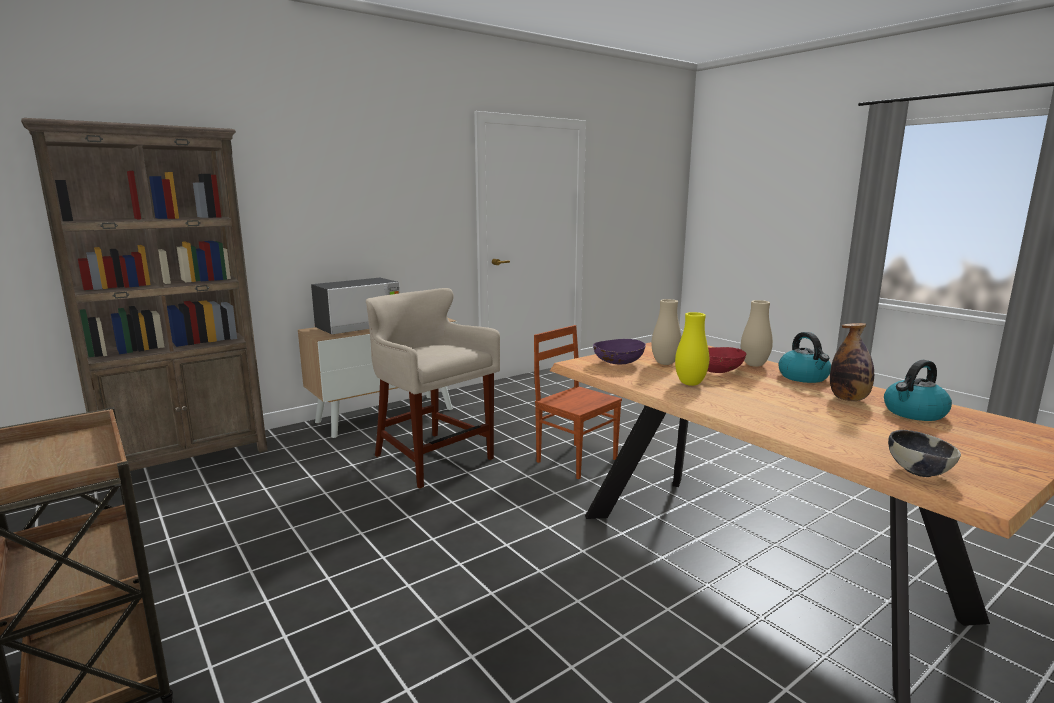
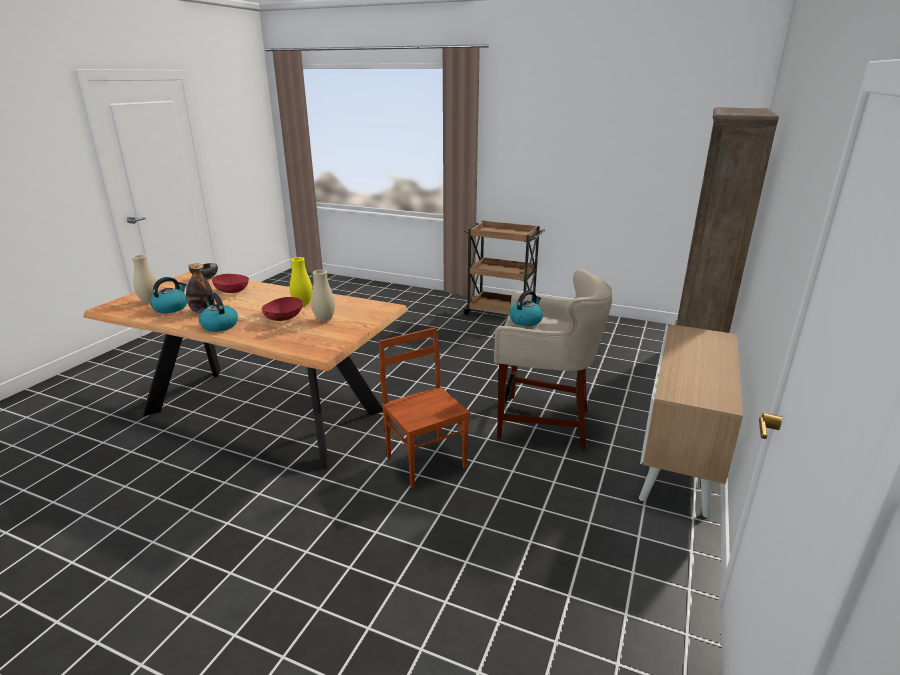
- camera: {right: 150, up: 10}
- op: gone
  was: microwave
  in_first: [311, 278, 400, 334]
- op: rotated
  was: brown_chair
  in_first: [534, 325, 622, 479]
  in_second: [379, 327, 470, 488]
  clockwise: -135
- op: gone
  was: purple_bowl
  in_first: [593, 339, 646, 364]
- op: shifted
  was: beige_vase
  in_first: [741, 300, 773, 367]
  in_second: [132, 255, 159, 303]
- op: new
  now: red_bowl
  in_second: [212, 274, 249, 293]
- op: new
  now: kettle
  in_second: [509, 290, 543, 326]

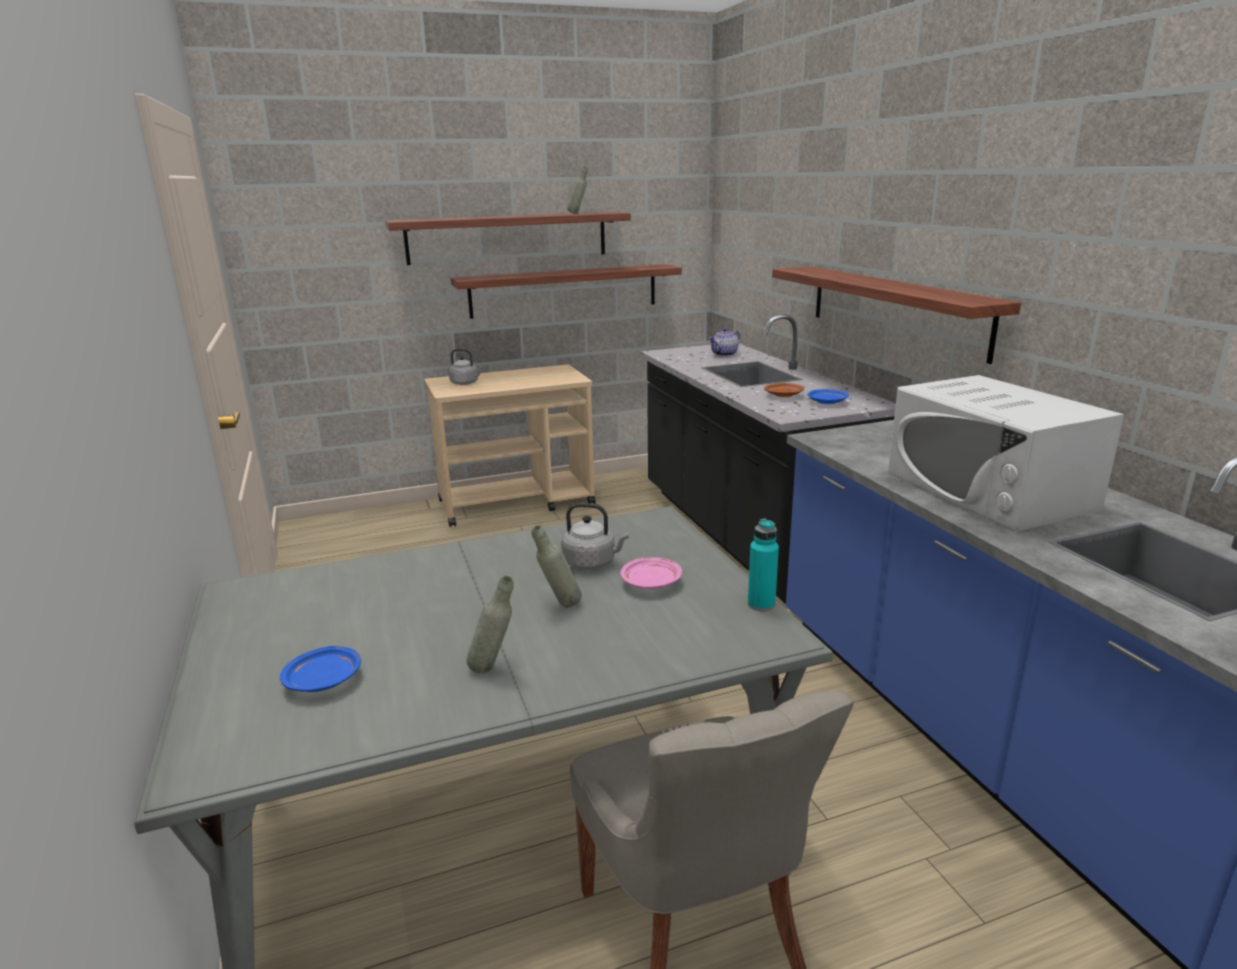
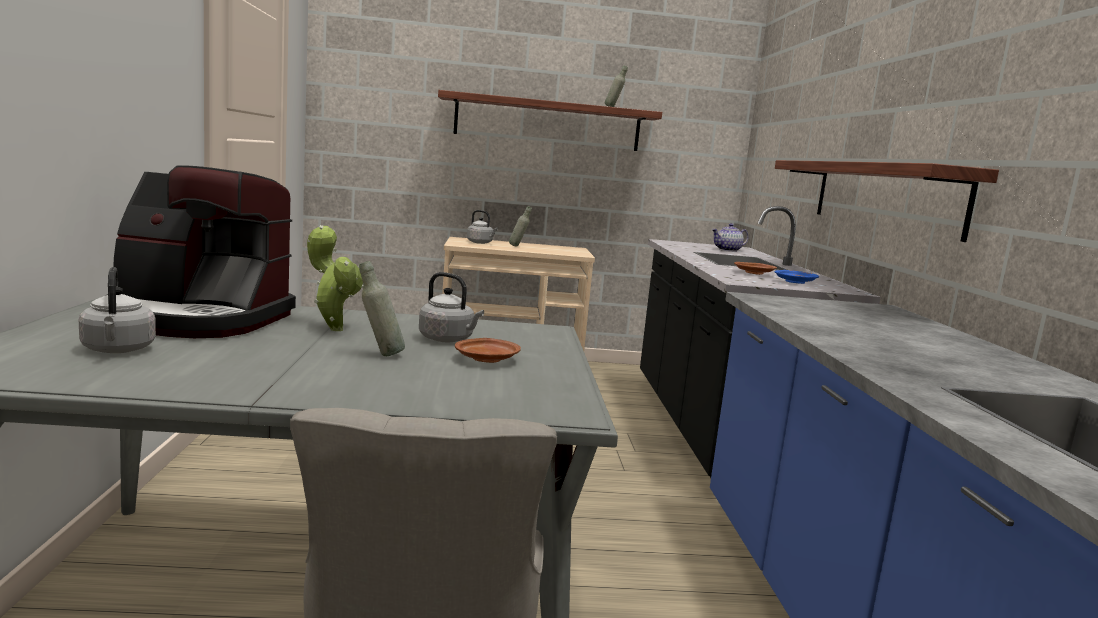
- camera: {right: 15, up: -10}
- op: swapped
  was: blue_plate
  now: grey_kettle
  in_first: [280, 646, 361, 692]
  in_second: [78, 267, 156, 353]
- op: gone
  was: shelf
  in_first: [451, 264, 682, 319]
- op: shifted
  was: grey_bottle
  in_first: [466, 576, 514, 674]
  in_second: [509, 206, 532, 247]
- op: repainted
  was: pink_plate
  now: brown_plate
  in_first: [620, 557, 682, 589]
  in_second: [455, 338, 521, 363]
- op: gone
  was: turquoise_bottle
  in_first: [748, 519, 779, 611]
- op: gone
  was: white_microwave
  in_first: [888, 375, 1124, 532]
- op: new
  now: coffee_machine
  in_second: [107, 165, 296, 338]
- op: new
  now: potted_plant
  in_second: [307, 225, 364, 331]

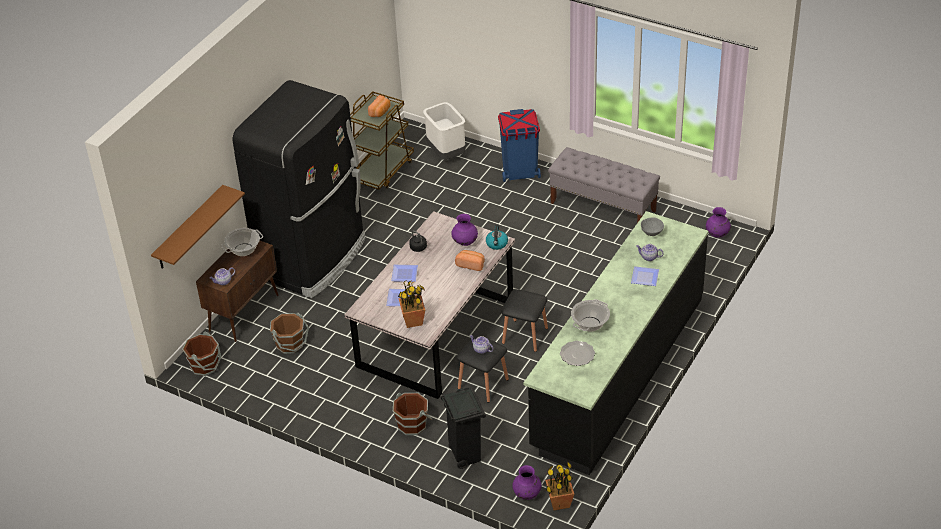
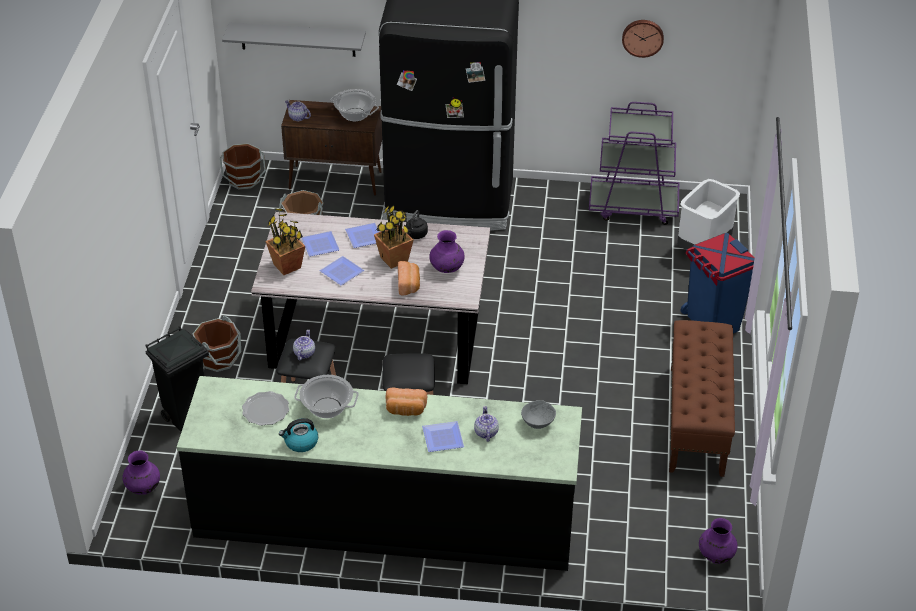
- camera: {right: 65, up: 0}
- op: repainted
  was: brown_shelf
  now: grey_shelf
  in_first: [151, 185, 245, 269]
  in_second: [222, 22, 366, 57]
- op: repainted
  was: brown_cart
  now: purple_cart
  in_first: [350, 91, 414, 190]
  in_second: [589, 102, 679, 225]
- op: shifted
  was: bread
  in_first: [368, 95, 391, 117]
  in_second: [386, 388, 427, 416]
- op: shifted
  was: kettle
  in_first: [486, 225, 508, 250]
  in_second: [279, 418, 318, 452]
- op: shifted
  was: potted_plant
  in_first: [545, 462, 574, 510]
  in_second: [374, 205, 414, 269]
- op: repainted
  was: grey_bench
  now: brown_bench
  in_first: [548, 147, 660, 223]
  in_second: [669, 320, 735, 477]
- op: new
  now: plate
  in_second: [320, 256, 364, 285]
- op: new
  now: wall_clock
  in_second: [622, 20, 664, 58]

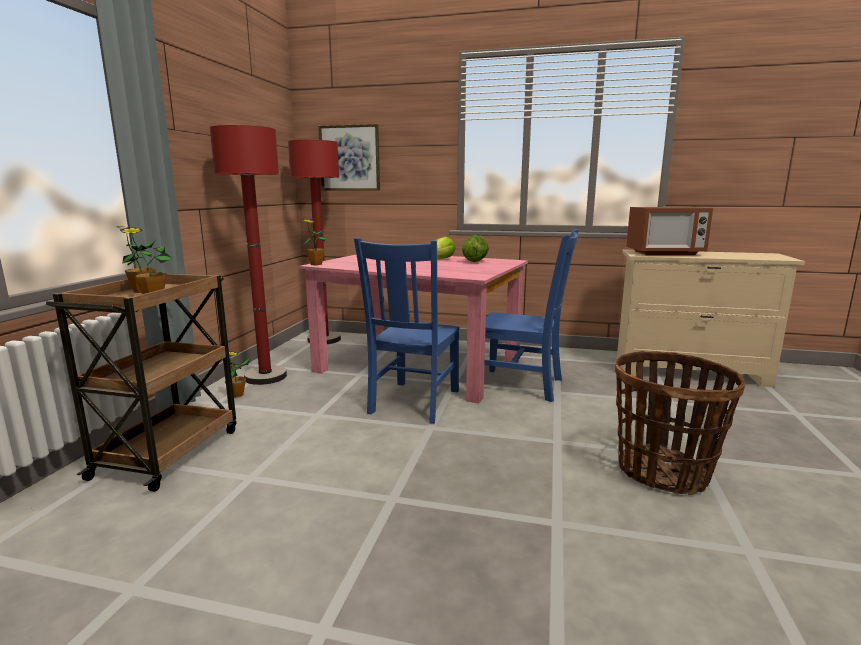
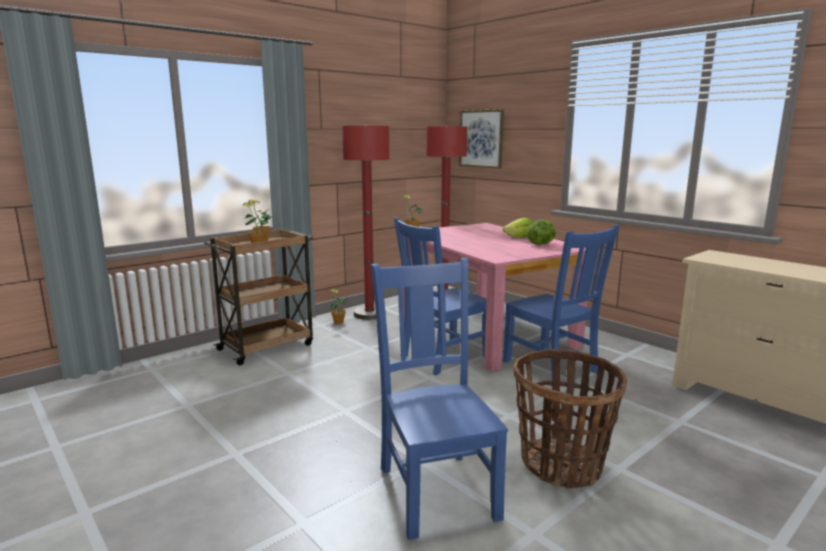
- camera: {right: 35, up: 0}
- op: gone
  was: microwave
  in_first: [626, 207, 713, 255]
- op: new
  now: blue_chair
  in_second: [371, 258, 508, 540]

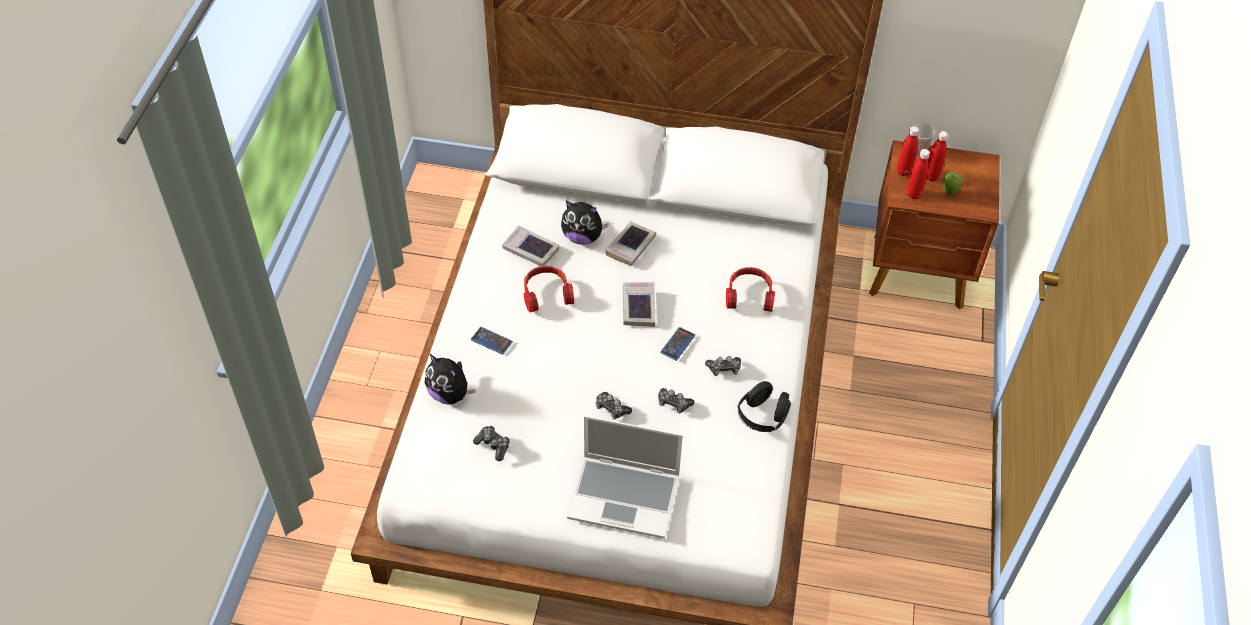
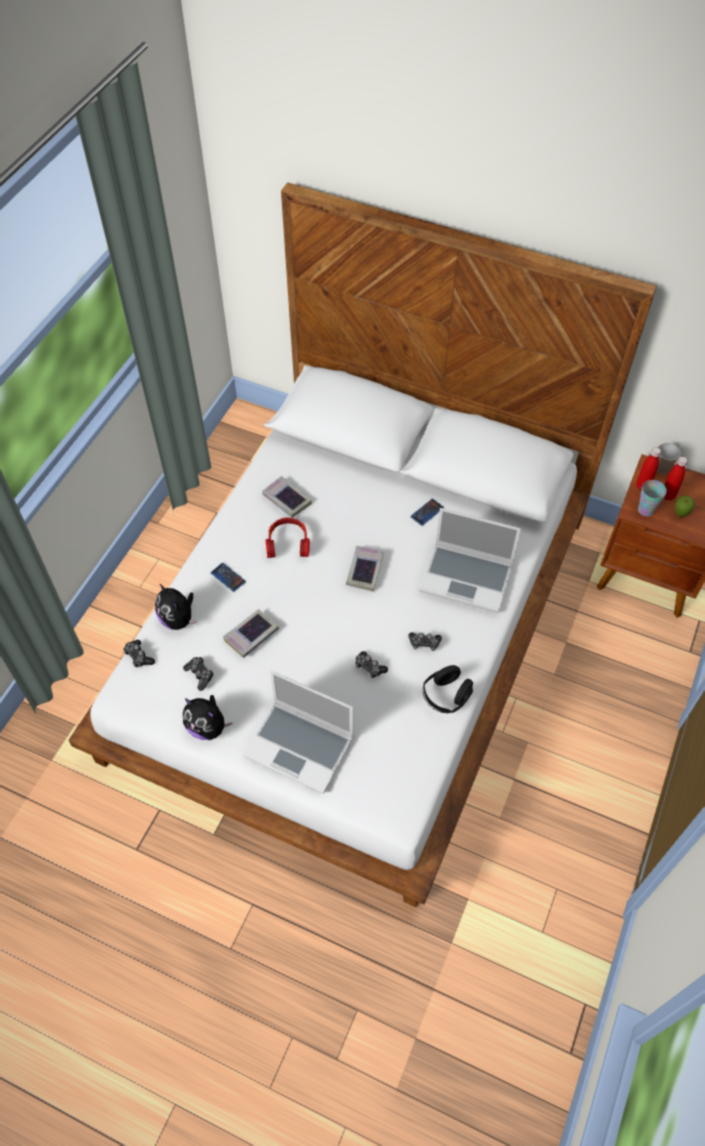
- camera: {right: 15, up: 5}
- op: shifted
  was: plush_toy
  in_first: [561, 201, 609, 245]
  in_second: [183, 695, 232, 740]
- op: shifted
  was: game_controller
  in_first: [596, 392, 632, 420]
  in_second: [123, 640, 155, 667]
- op: shifted
  was: book
  in_first: [606, 221, 656, 266]
  in_second: [223, 609, 279, 658]
- op: shifted
  was: phone
  in_first: [660, 327, 695, 361]
  in_second: [410, 499, 444, 526]
- op: swapped
  was: headphones
  now: laptop
  in_first: [726, 267, 775, 312]
  in_second: [420, 508, 521, 613]
- op: swapped
  was: red_bottle
  now: cup
  in_first: [907, 149, 930, 199]
  in_second: [638, 480, 667, 516]

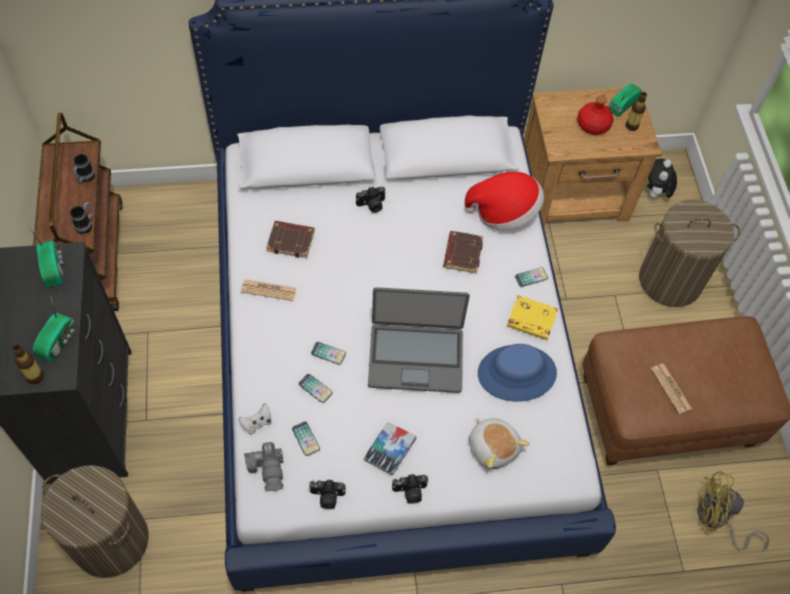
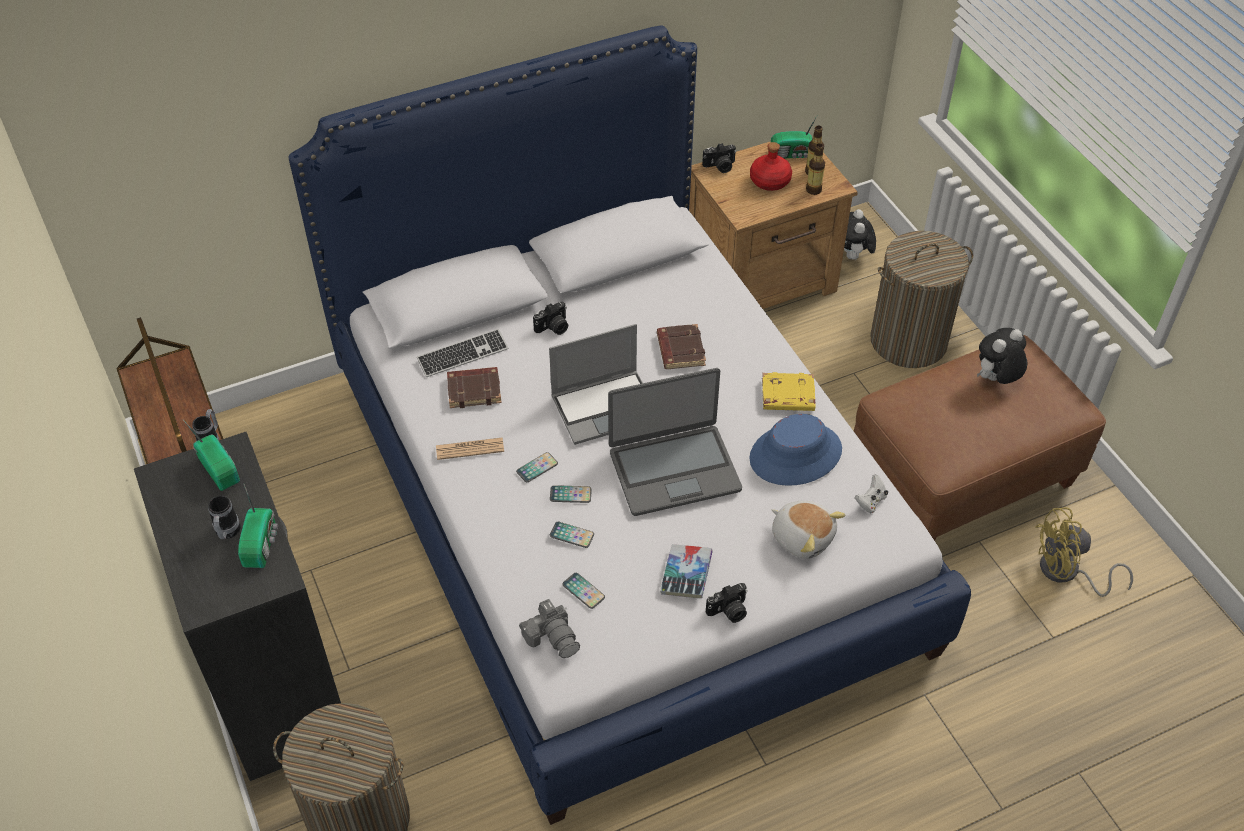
- camera: {right: -15, up: -10}
- op: shifted
  was: bottle
  in_first: [12, 344, 44, 384]
  in_second: [806, 143, 825, 195]
- op: shifted
  was: mug
  in_first: [73, 154, 95, 182]
  in_second: [208, 495, 241, 539]
- op: shifted
  was: white_game_controller
  in_first: [239, 403, 271, 434]
  in_second: [855, 474, 888, 513]
- op: shifted
  was: photo_camera
  in_first: [309, 479, 346, 509]
  in_second: [702, 143, 736, 173]
- op: gone
  was: hat
  in_first: [464, 171, 544, 230]
- op: shifted
  was: phone
  in_first: [515, 267, 548, 287]
  in_second: [516, 452, 558, 482]
- op: rotated
  was: radio
  in_first: [609, 84, 642, 117]
  in_second: [771, 115, 818, 158]
  clockwise: -120
- op: gone
  was: newspaper
  in_first: [651, 364, 692, 414]
- op: new
  now: keyboard
  in_second: [417, 329, 508, 377]
- op: new
  now: laptop
  in_second: [549, 324, 643, 445]
- op: new
  now: plush_toy
  in_second: [977, 328, 1028, 384]

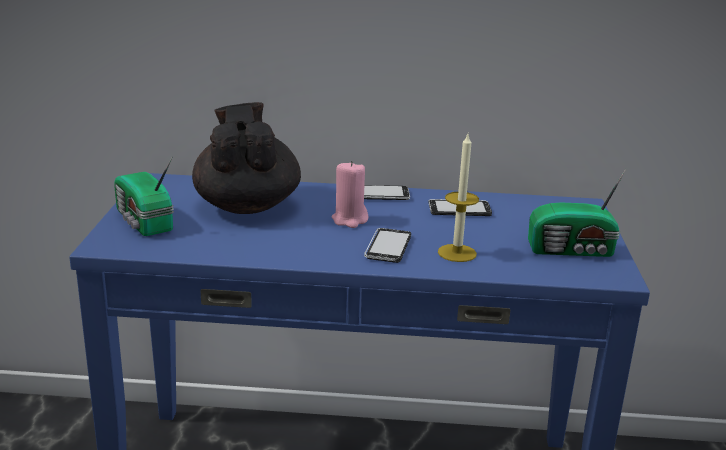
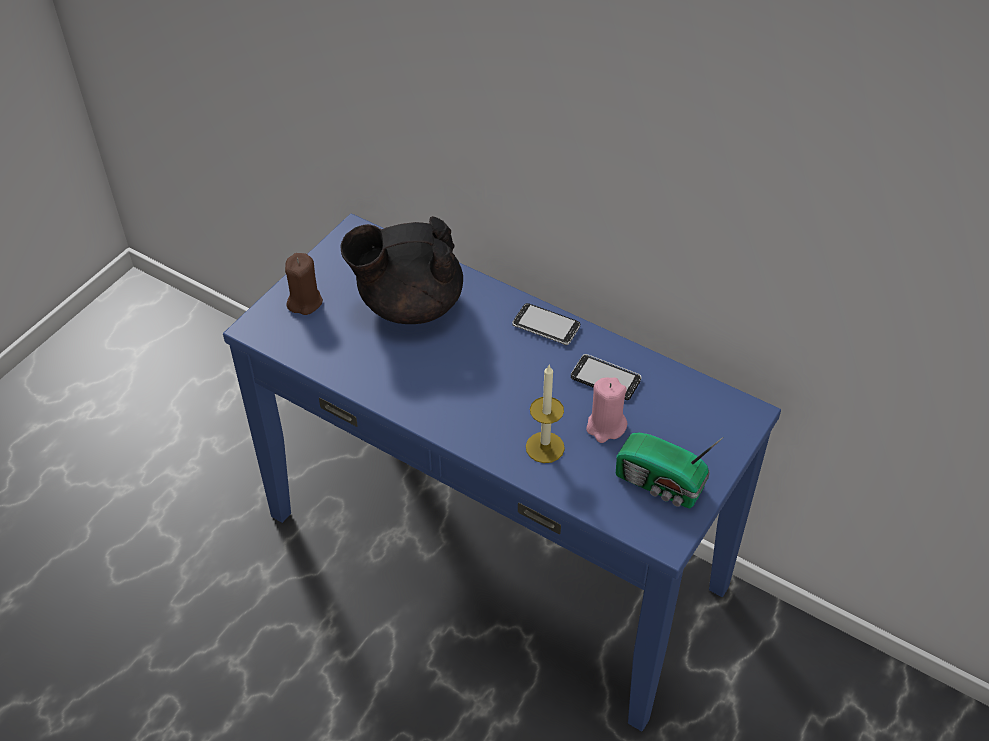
- camera: {right: 30, up: 25}
- op: swapped
  was: radio
  now: brown_candle
  in_first: [114, 157, 174, 236]
  in_second: [285, 253, 323, 315]
- op: rotated
  was: black_teapot
  in_first: [192, 102, 301, 214]
  in_second: [340, 216, 463, 324]
  clockwise: -120
- op: shifted
  was: pink_candle
  in_first: [332, 161, 368, 228]
  in_second: [586, 377, 627, 443]
- op: gone
  was: phone
  in_first: [364, 228, 411, 263]

